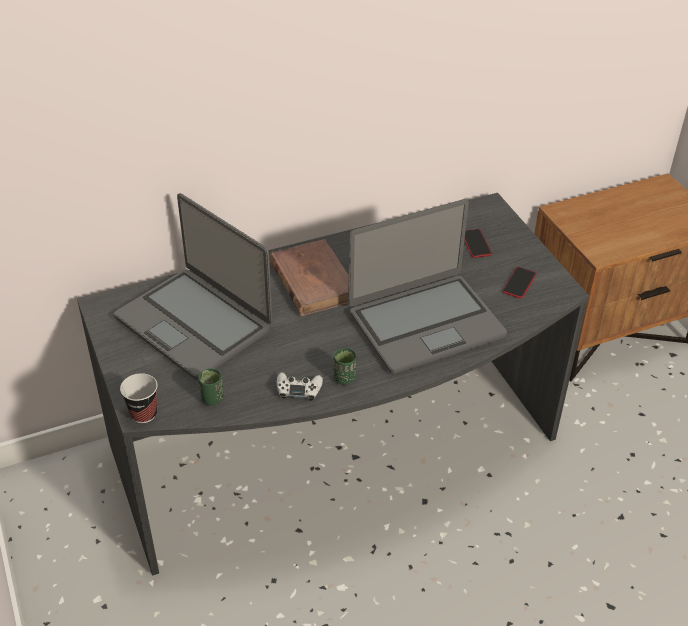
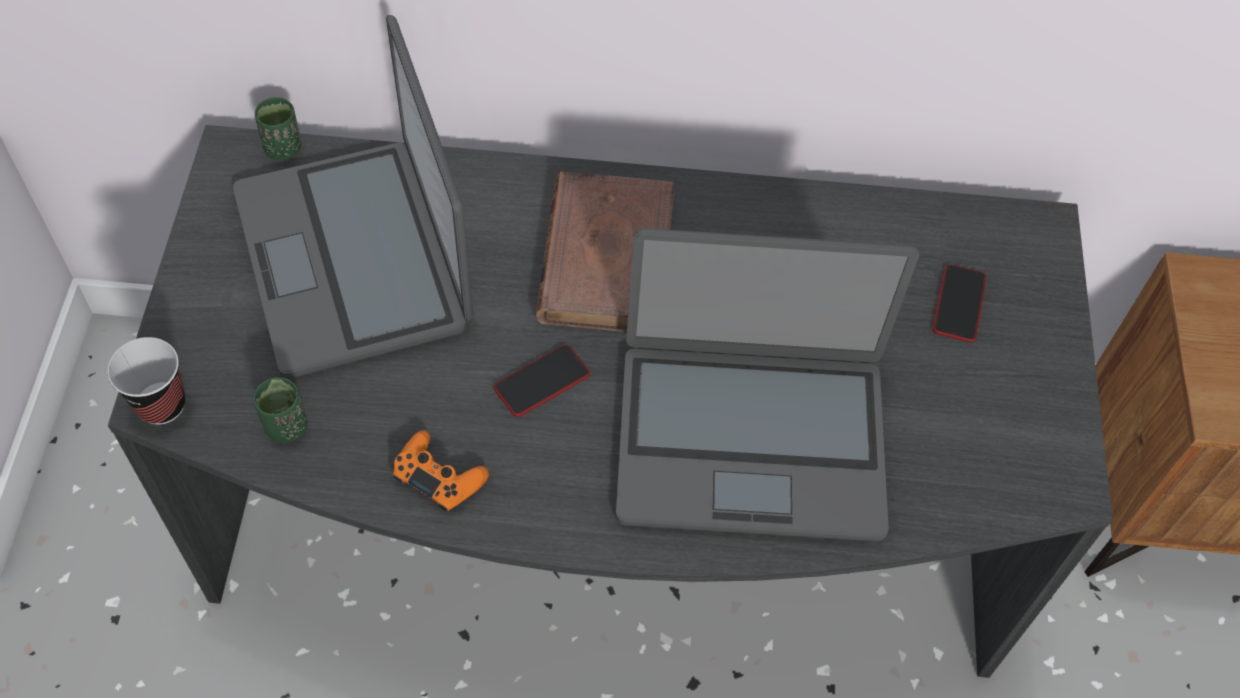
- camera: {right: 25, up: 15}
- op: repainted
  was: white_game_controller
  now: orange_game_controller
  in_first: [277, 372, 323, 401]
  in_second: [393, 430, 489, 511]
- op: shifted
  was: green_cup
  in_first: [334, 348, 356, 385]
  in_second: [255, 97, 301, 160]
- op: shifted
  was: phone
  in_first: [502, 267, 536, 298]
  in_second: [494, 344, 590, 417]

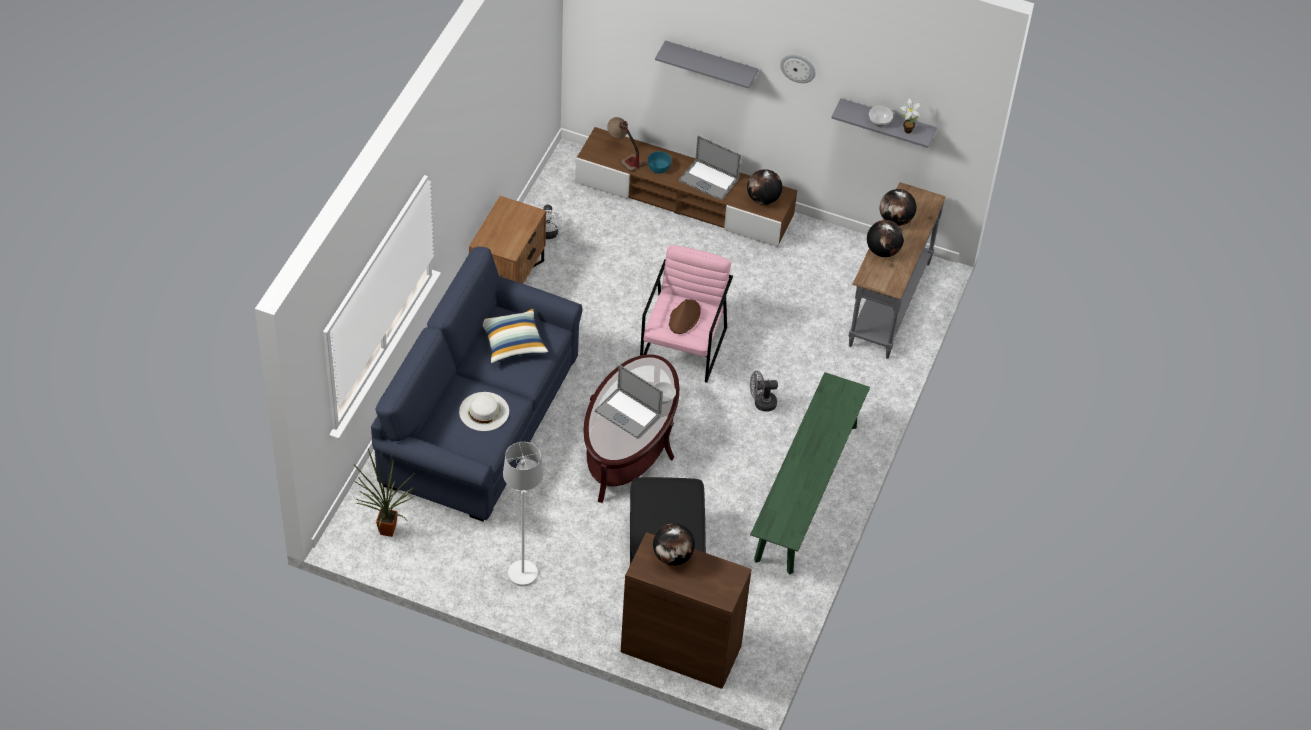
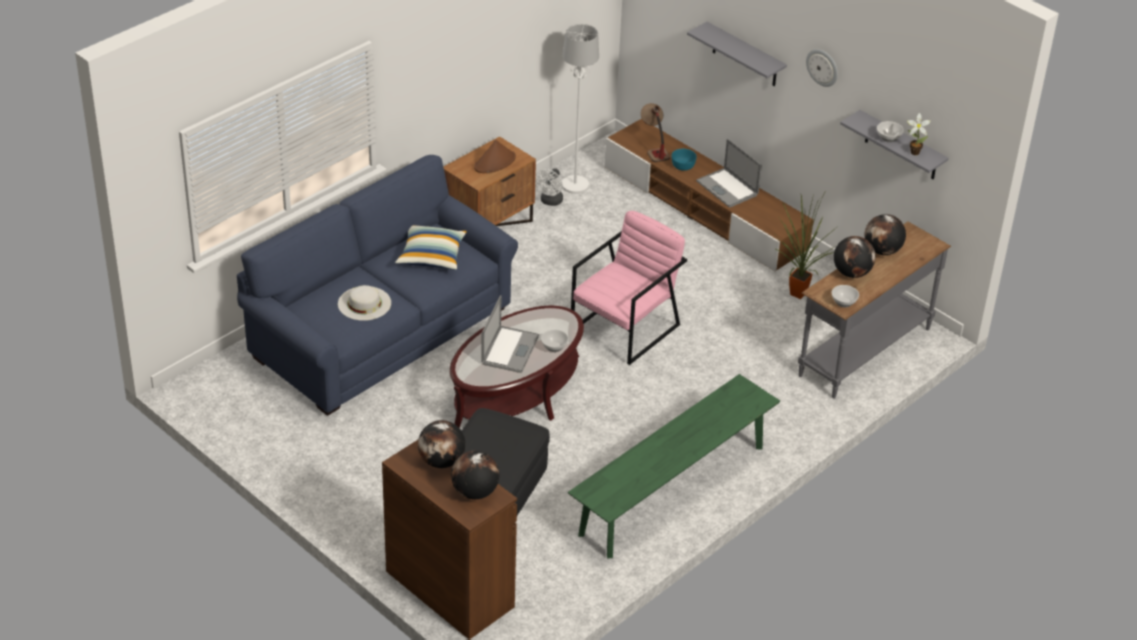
- camera: {right: 25, up: -10}
- op: shifted
  was: potted_plant
  in_first: [354, 449, 416, 537]
  in_second: [776, 195, 838, 299]
- op: shifted
  was: white_floor_lamp
  in_first: [503, 442, 543, 586]
  in_second: [562, 24, 599, 194]
- op: rotated
  was: laptop
  in_first: [595, 364, 663, 439]
  in_second: [481, 295, 539, 373]
  clockwise: -135
- op: shifted
  was: brown_hat
  in_first: [669, 299, 701, 334]
  in_second: [474, 140, 516, 173]
- op: shifted
  was: globe
  in_first: [747, 169, 782, 205]
  in_second: [451, 451, 499, 500]
- op: gone
  was: grey_fan
  in_first: [750, 371, 778, 412]
- op: new
  now: bowl
  in_second: [831, 285, 859, 307]

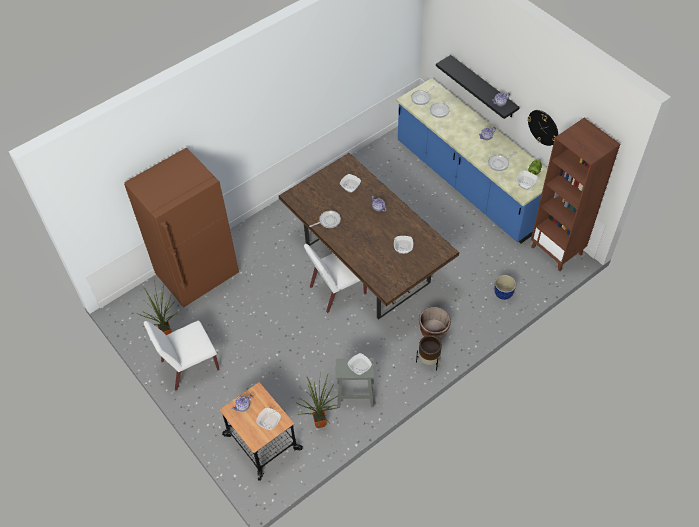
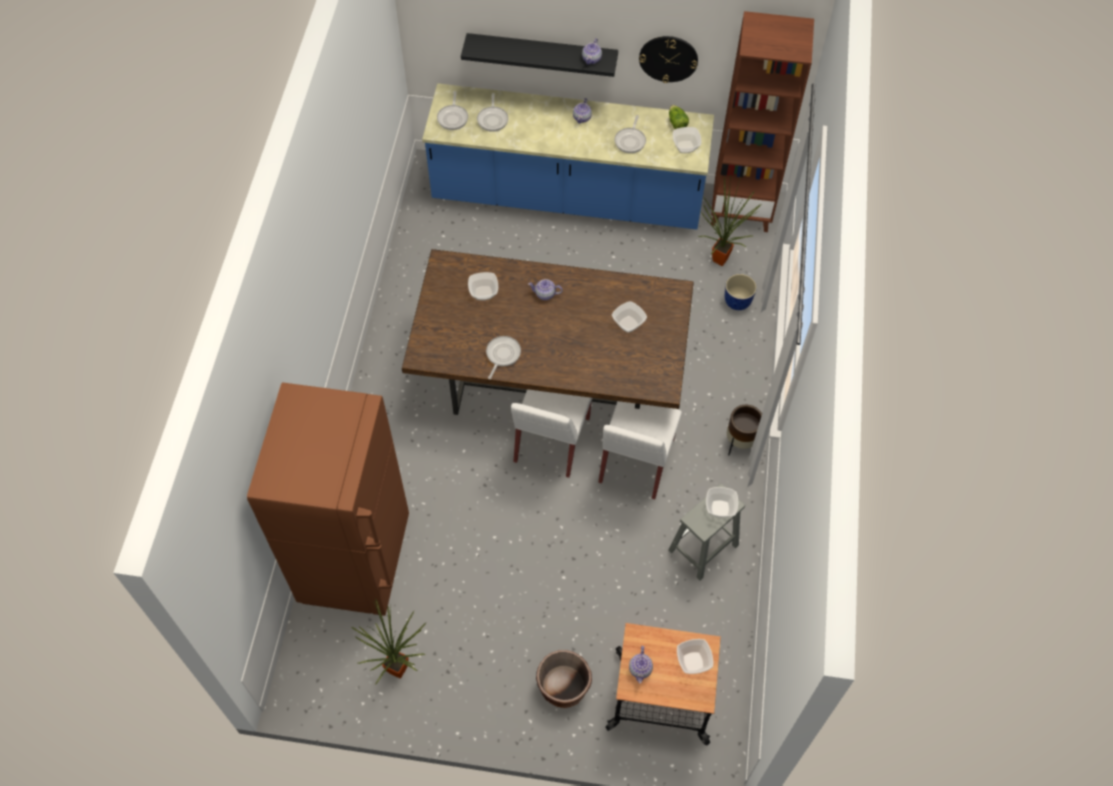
- camera: {right: -45, up: 5}
- op: shifted
  was: white_chair
  in_first: [144, 321, 220, 391]
  in_second: [598, 401, 682, 499]
- op: shifted
  was: potted_plant
  in_first: [297, 369, 339, 428]
  in_second: [699, 177, 761, 266]
- op: shifted
  was: brown_planter
  in_first: [419, 307, 451, 340]
  in_second: [536, 650, 592, 708]

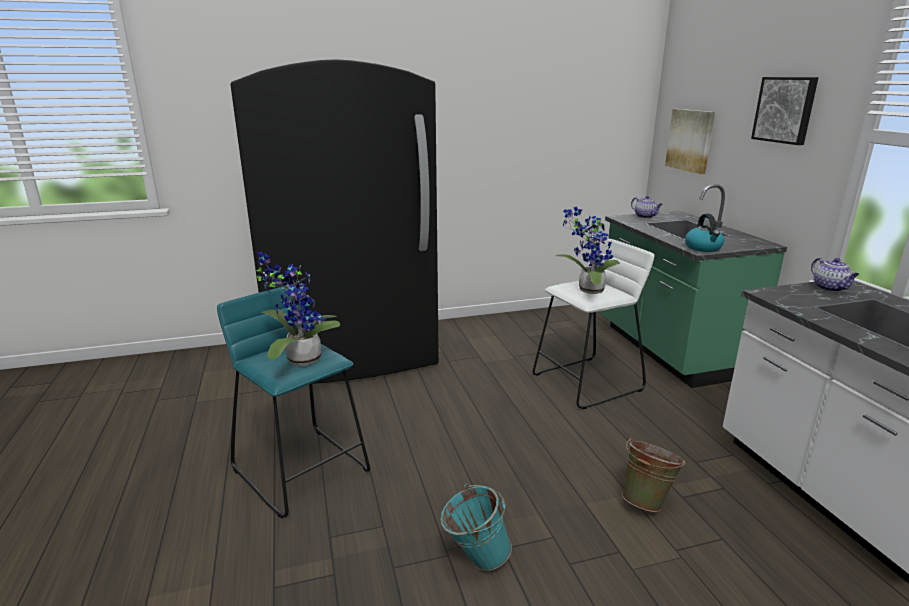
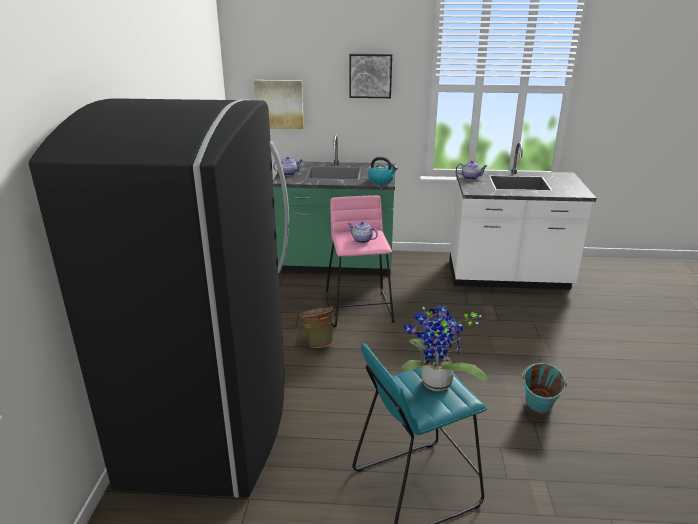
- camera: {right: -70, up: 5}
- op: repainted
  was: white_stool
  now: pink_stool
  in_first: [533, 239, 655, 409]
  in_second: [326, 195, 394, 327]
- op: swapped
  was: potted_plant
  now: teapot
  in_first: [556, 206, 620, 294]
  in_second: [348, 221, 378, 243]
- op: shifted
  was: green_bucket
  in_first: [622, 437, 687, 512]
  in_second: [299, 305, 335, 348]

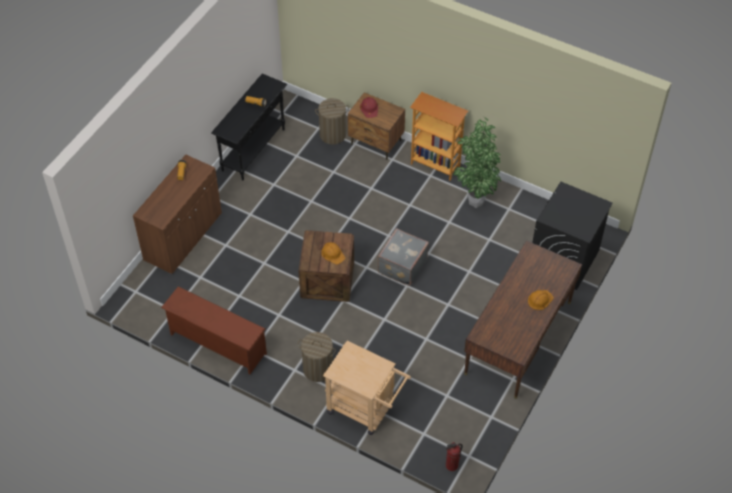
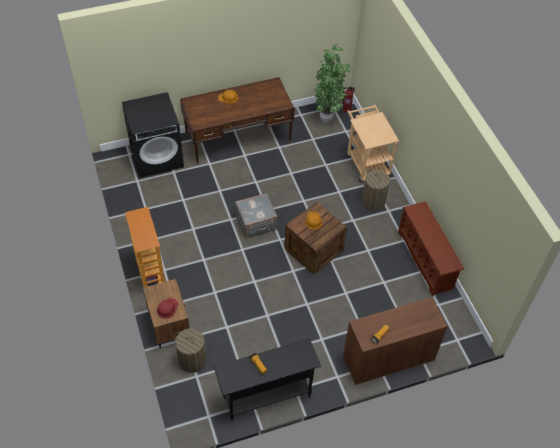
- camera: {right: -140, up: 0}
- op: shifted
  was: potted_plant
  in_first: [453, 117, 501, 208]
  in_second: [314, 44, 350, 123]

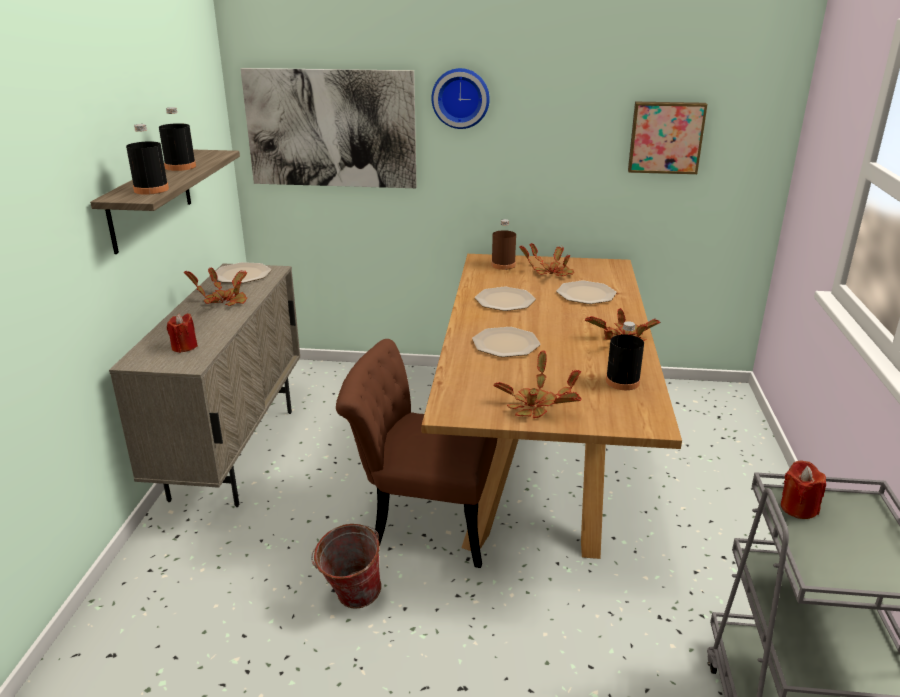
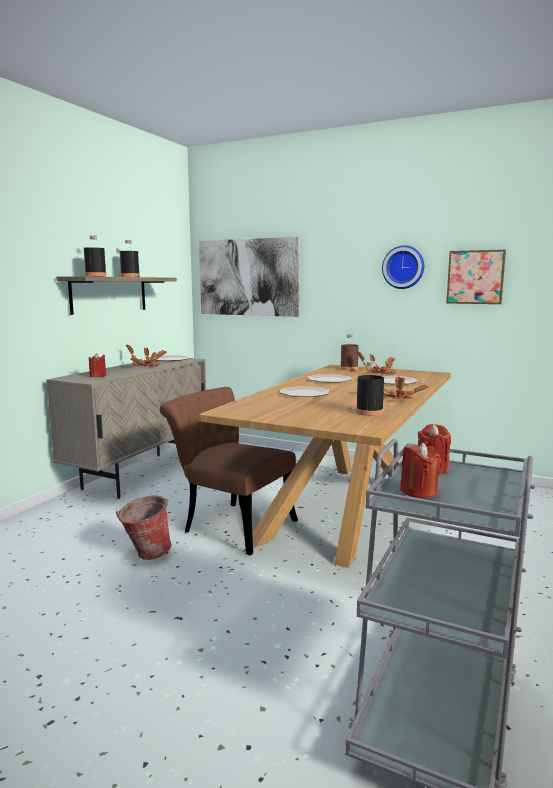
- camera: {right: 20, up: -15}
- op: shifted
  was: wall_clock
  in_first: [432, 68, 490, 129]
  in_second: [382, 245, 424, 289]
- op: gone
  was: potted_plant
  in_first: [493, 351, 582, 418]
- op: new
  now: red_candle
  in_second: [400, 443, 442, 498]

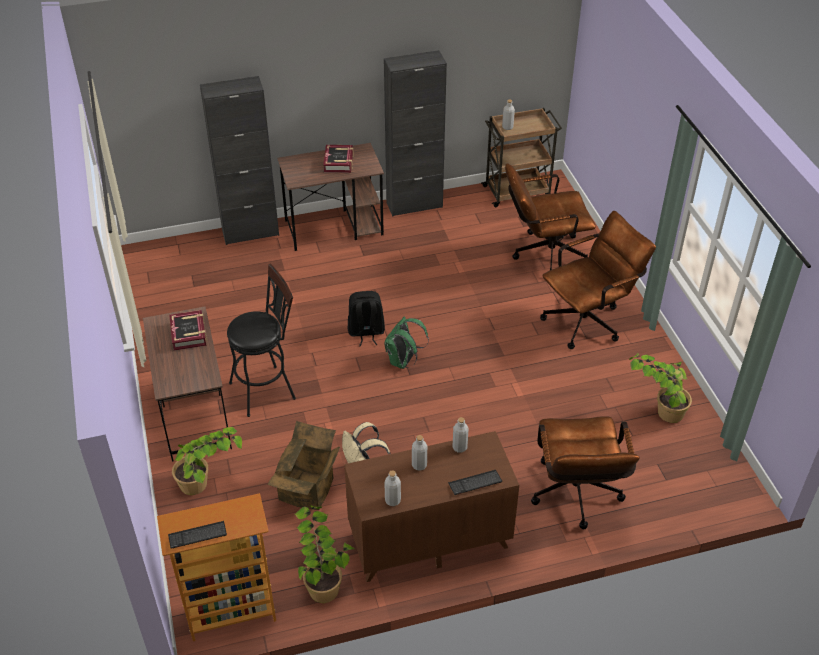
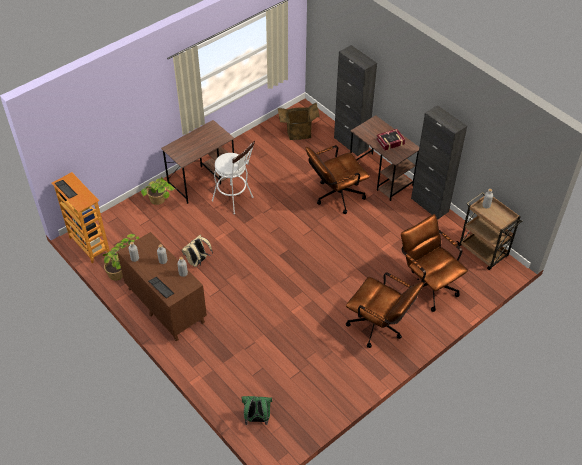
- camera: {right: 65, up: 5}
- op: gone
  was: book
  in_first: [169, 310, 207, 351]
- op: repainted
  was: black_stool
  now: white_stool
  in_first: [227, 263, 296, 417]
  in_second: [212, 141, 255, 214]
- op: shifted
  was: cardboard_box
  in_first: [267, 421, 340, 510]
  in_second: [278, 102, 320, 140]
- op: gone
  was: black_backpack
  in_first: [348, 291, 385, 346]
- op: shifted
  was: green_backpack
  in_first: [384, 316, 429, 369]
  in_second: [241, 396, 272, 425]
- op: shifted
  was: brown_office_chair
  in_first: [531, 416, 639, 529]
  in_second: [306, 145, 370, 214]
- op: gone
  was: potted_plant
  in_first: [629, 353, 692, 423]

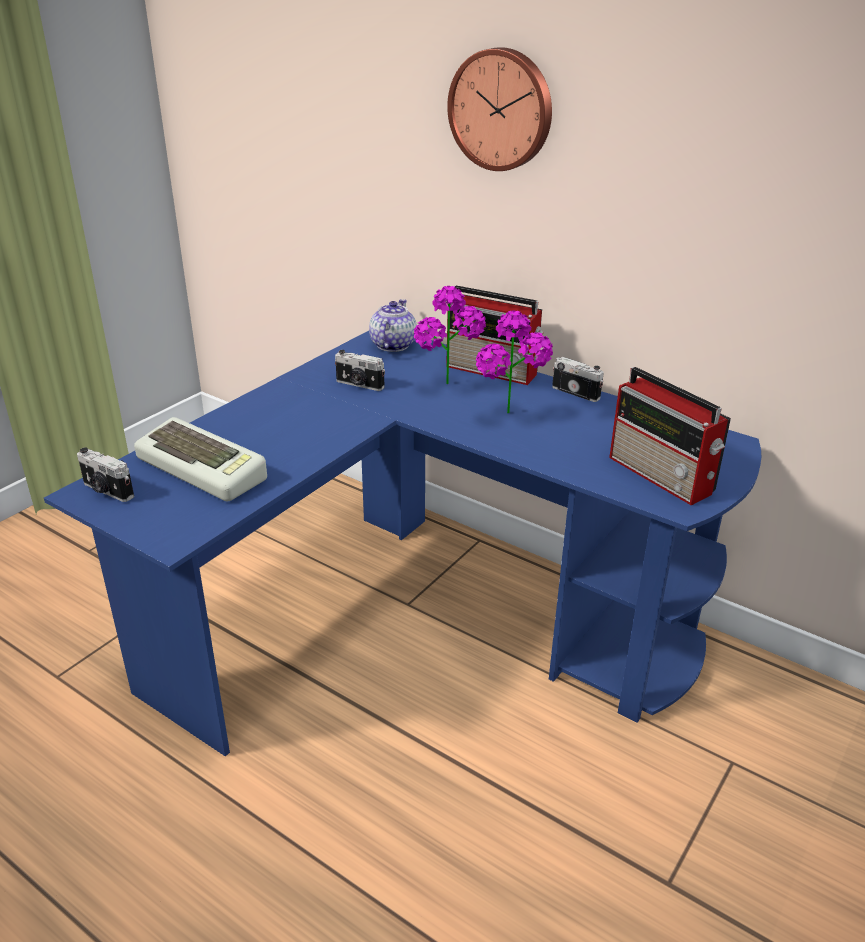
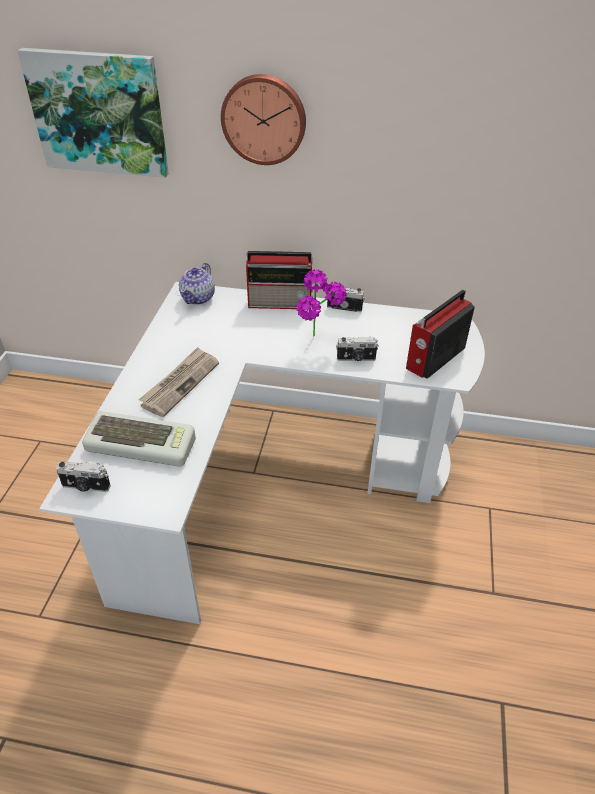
- camera: {right: -25, up: 10}
- op: repainted
  was: blue_desk
  now: white_desk
  in_first: [44, 331, 761, 757]
  in_second: [39, 282, 485, 624]
- op: shifted
  was: photo_camera
  in_first: [335, 350, 385, 391]
  in_second: [336, 337, 379, 361]
- op: rotated
  was: teapot
  in_first: [369, 299, 417, 352]
  in_second: [179, 263, 215, 305]
  clockwise: -150
- op: gone
  was: potted_plant
  in_first: [414, 286, 486, 384]
- op: rotated
  was: radio
  in_first: [609, 367, 731, 505]
  in_second: [406, 290, 475, 379]
  clockwise: 105
- op: new
  now: picture
  in_second: [17, 48, 169, 178]
- op: new
  now: newspaper
  in_second: [139, 347, 219, 417]

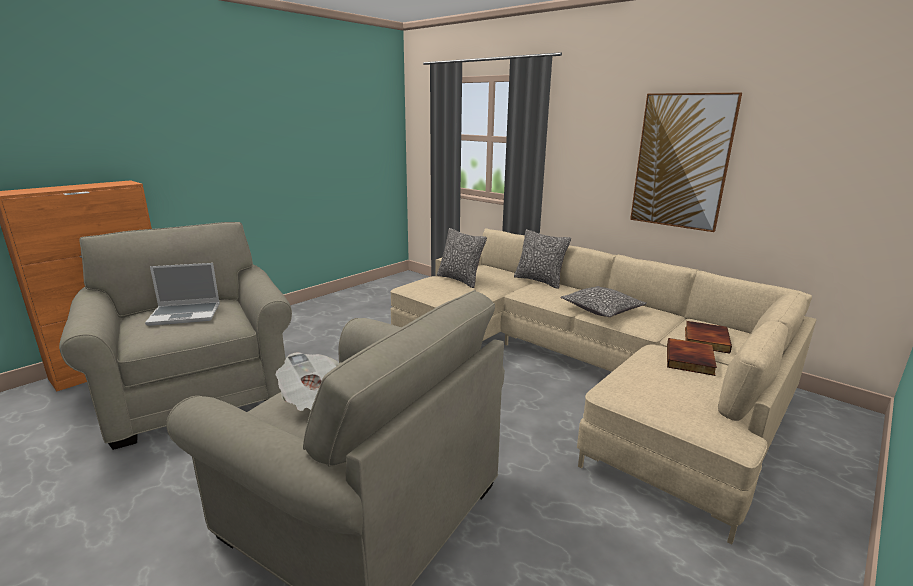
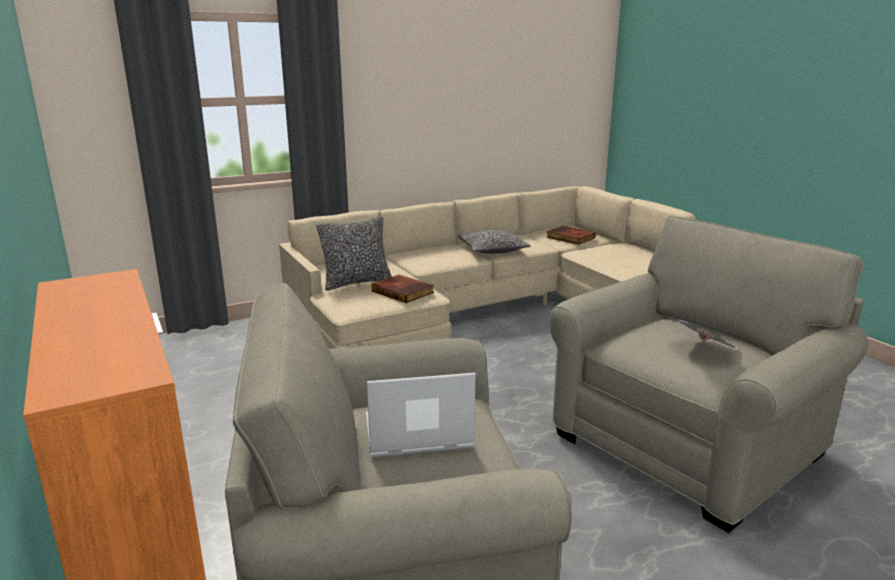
- camera: {right: -70, up: 0}
- op: rotated
  was: laptop
  in_first: [145, 263, 220, 326]
  in_second: [366, 373, 475, 458]
  clockwise: -105
- op: gone
  was: pillow
  in_first: [514, 229, 571, 289]
- op: gone
  was: picture
  in_first: [630, 93, 742, 232]
- op: shifted
  was: book
  in_first: [667, 338, 717, 376]
  in_second: [372, 275, 434, 303]

